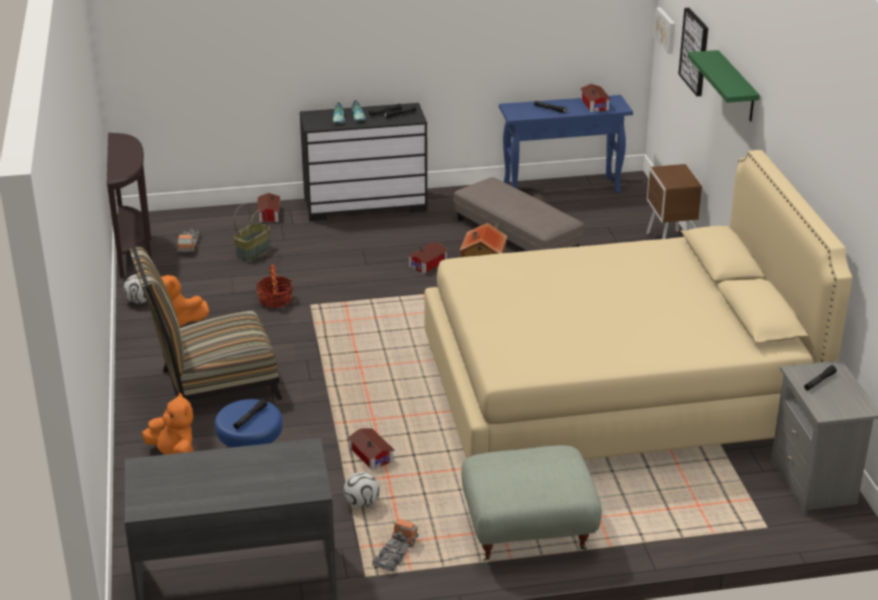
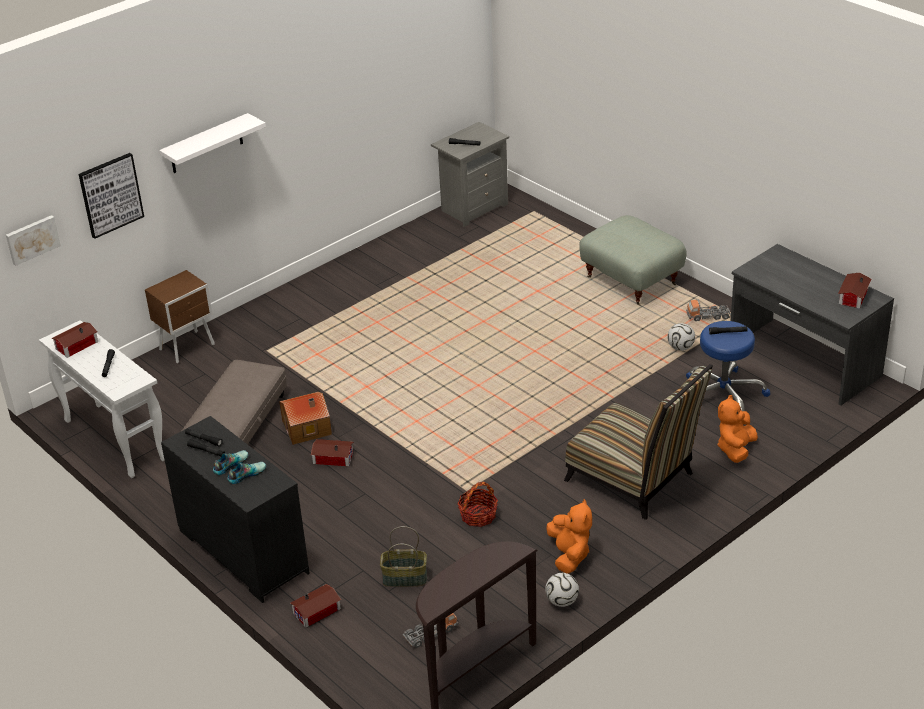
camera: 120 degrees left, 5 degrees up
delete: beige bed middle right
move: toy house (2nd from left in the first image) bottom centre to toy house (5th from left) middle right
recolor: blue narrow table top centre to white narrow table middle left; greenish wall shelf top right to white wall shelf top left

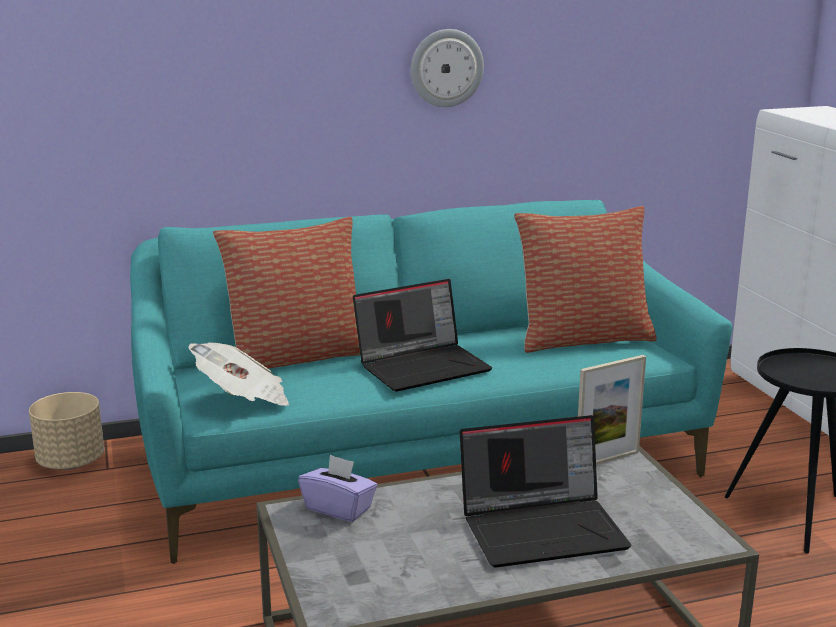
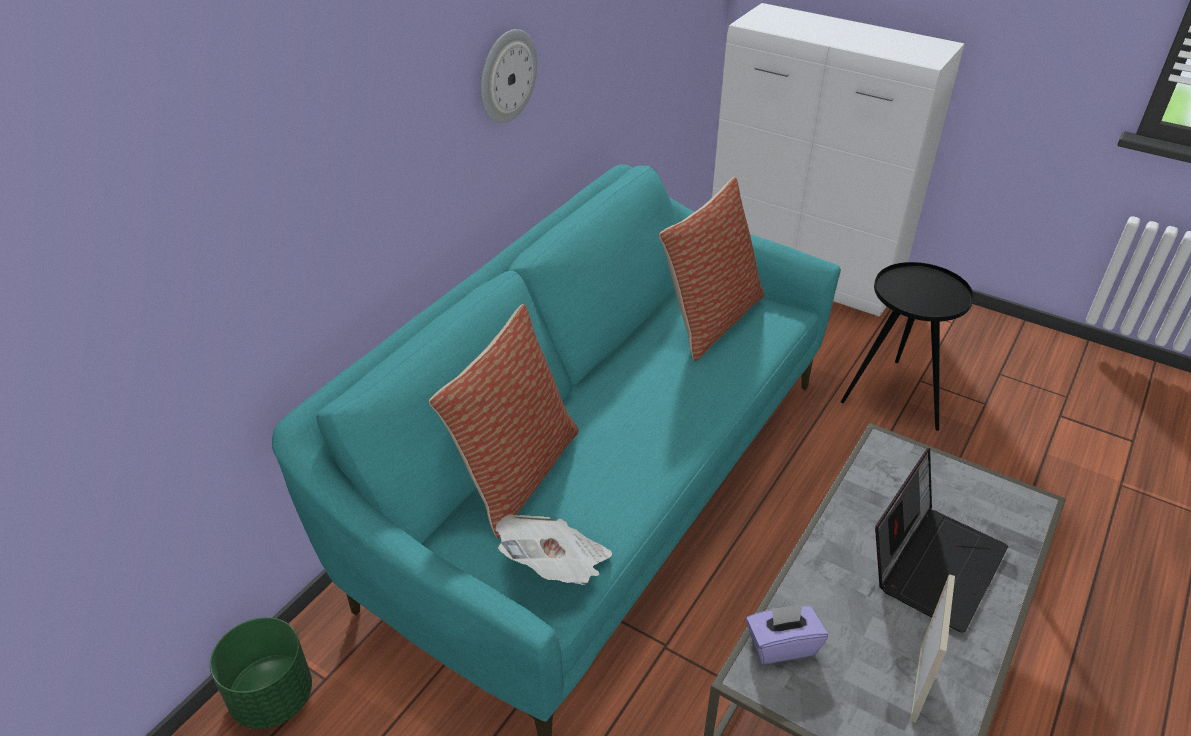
camera: 40 degrees left, 20 degrees up
delete: notebook computer (1st from left) centre
move: picture frame middle right to bottom right
recolor: beige plant pot bottom left to greenish plant pot bottom left

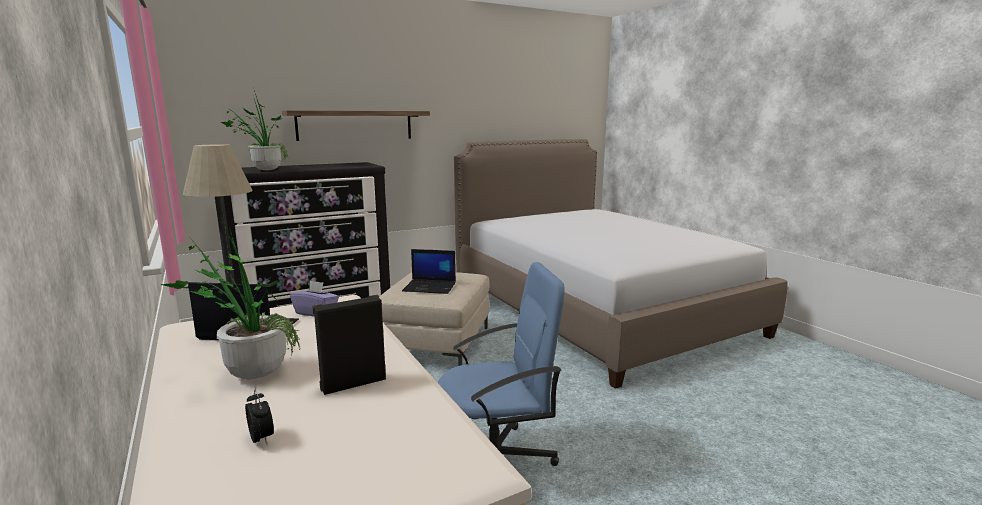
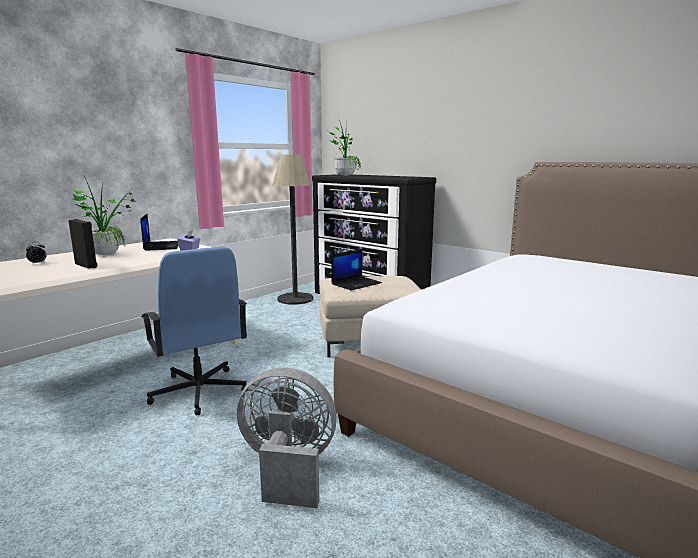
camera: 70 degrees right, 0 degrees up
delete: wall shelf top centre
insert: grey cooling fan bottom centre
rotate: notebook computer (2nd from left) centre = centre 120 degrees counterclockwise

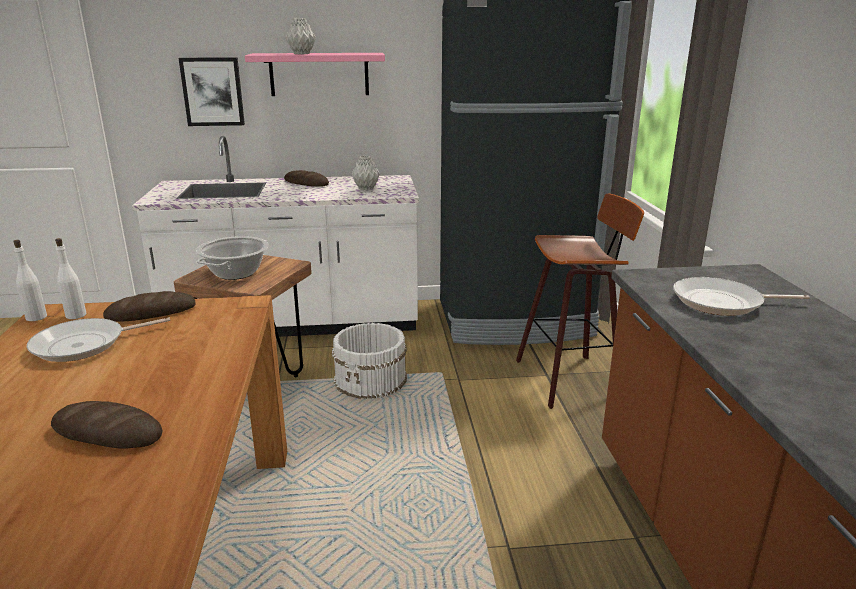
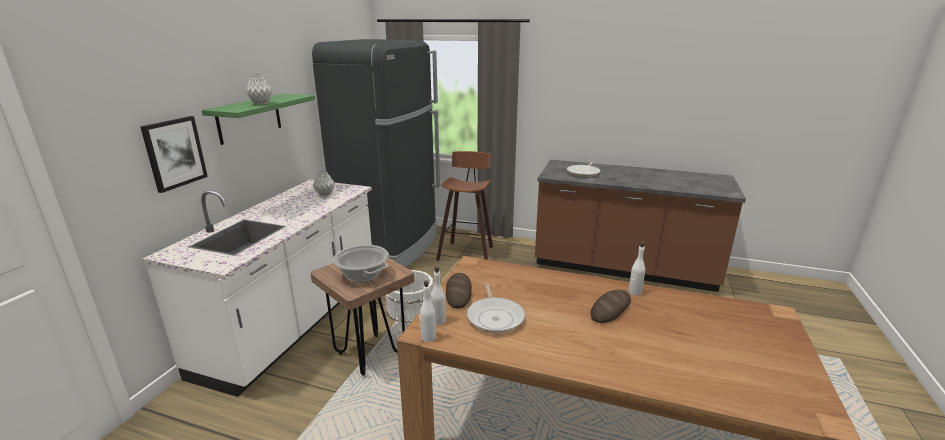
camera: 65 degrees left, 0 degrees up
delete: bread (3rd from left) top centre
insert: white drink bottle (3rd from left) middle right
recolor: pink-coloured wall shelf top centre to greenish wall shelf top left

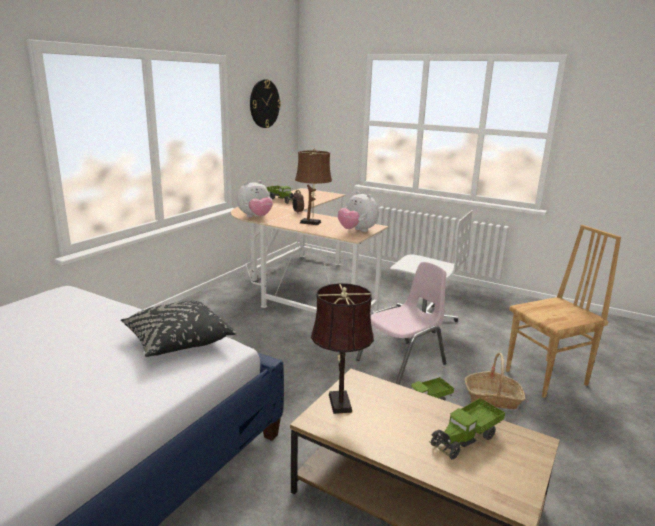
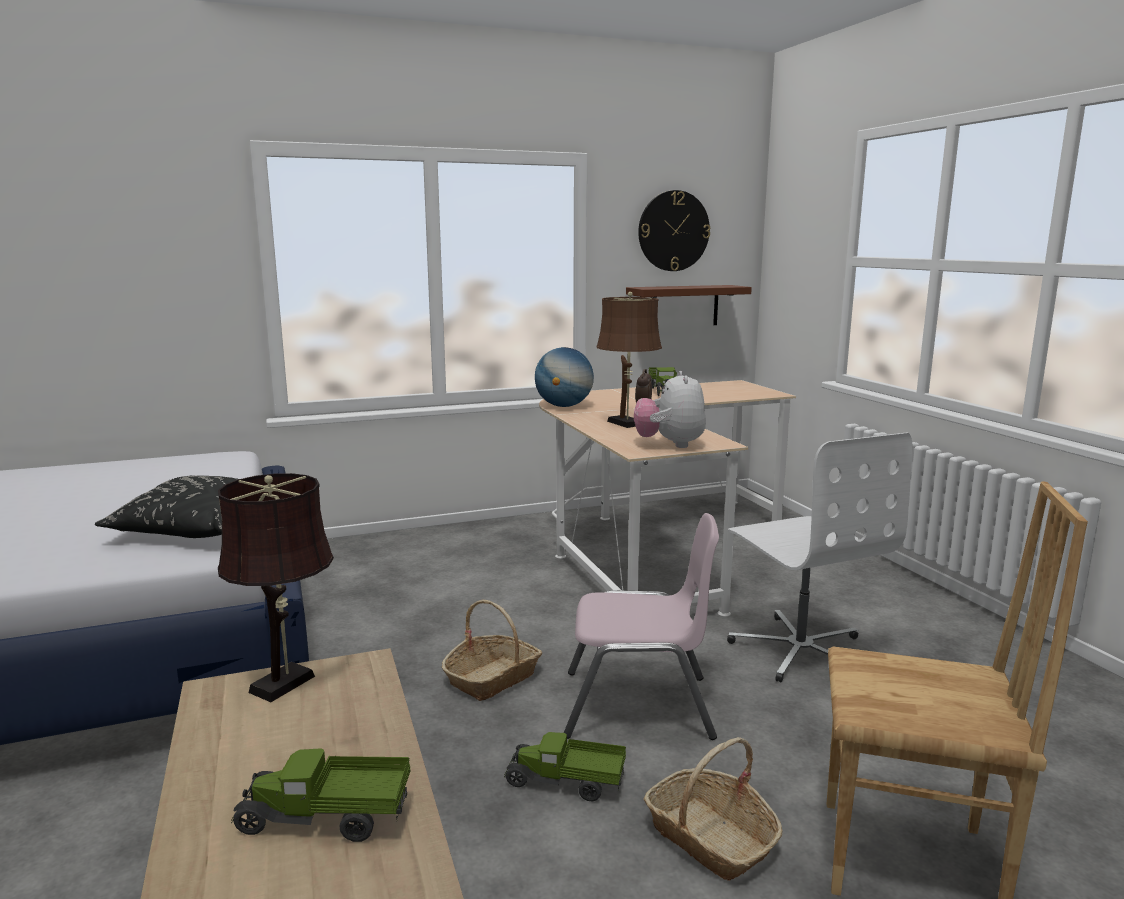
camera: 40 degrees right, 5 degrees down
insert: storage basket (1st from left) bottom centre; brown wall shelf centre
replace: plush toy (1st from left) centre to world globe centre

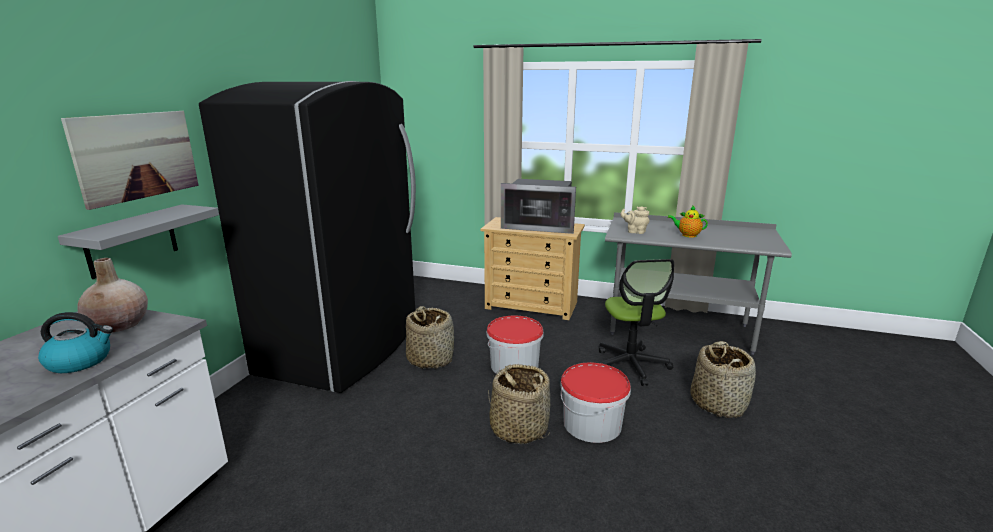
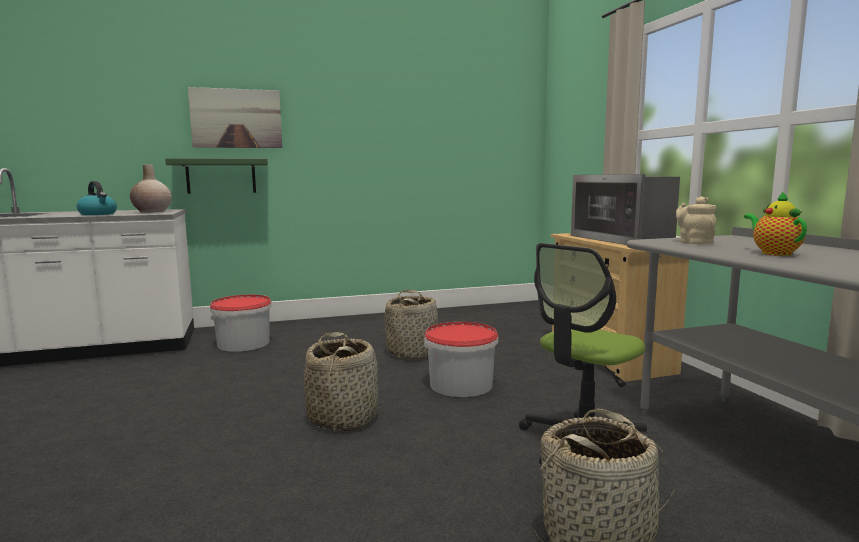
camera: 55 degrees right, 10 degrees down
delete: black refrigerator middle left
move: bucket (2nd from left in the first image) bottom centre to bucket (1st from left) middle left
recolor: grey wall shelf middle left to greenish wall shelf top left

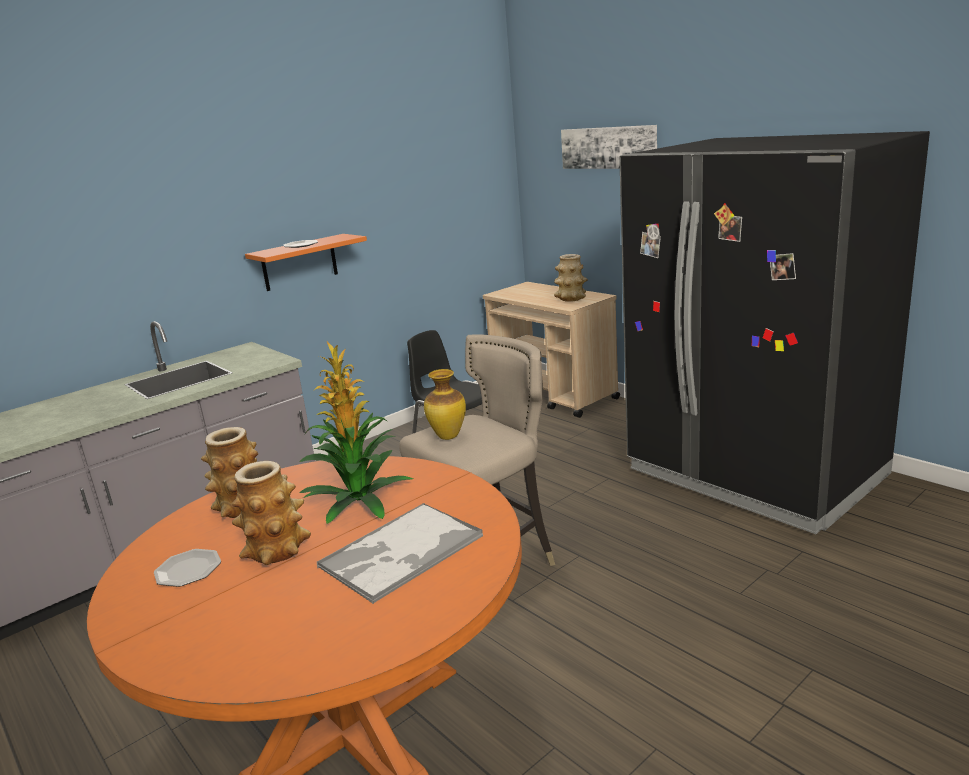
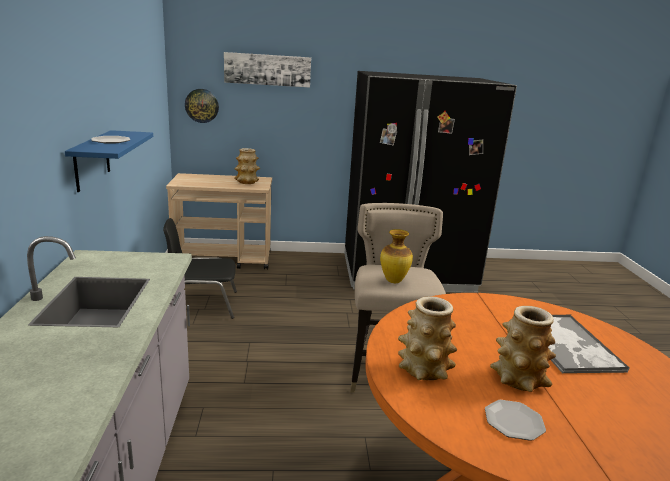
camera: 55 degrees left, 0 degrees up
delete: plant in a pot centre
insert: wall clock top left
recolor: orange wall shelf middle left to blue wall shelf middle left

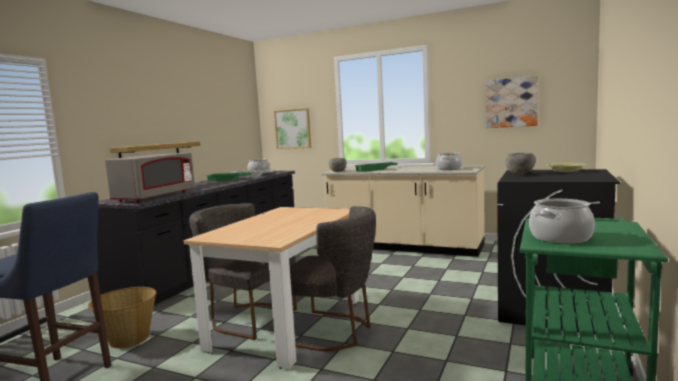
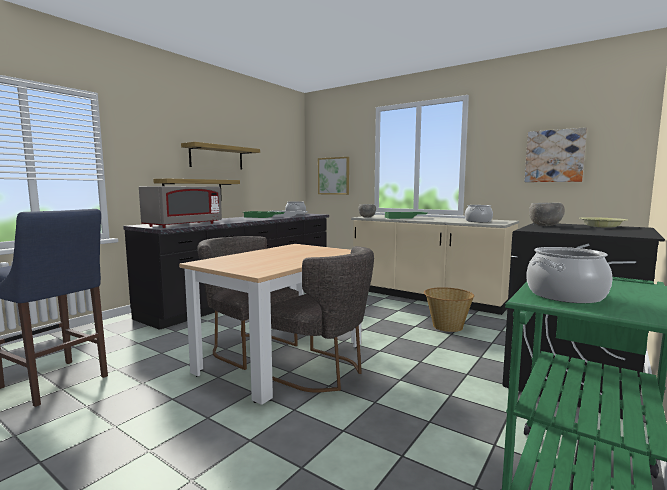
camera: 10 degrees right, 0 degrees up
insert: wall shelf (2nd from left) top left
move: storage basket bottom left to middle right

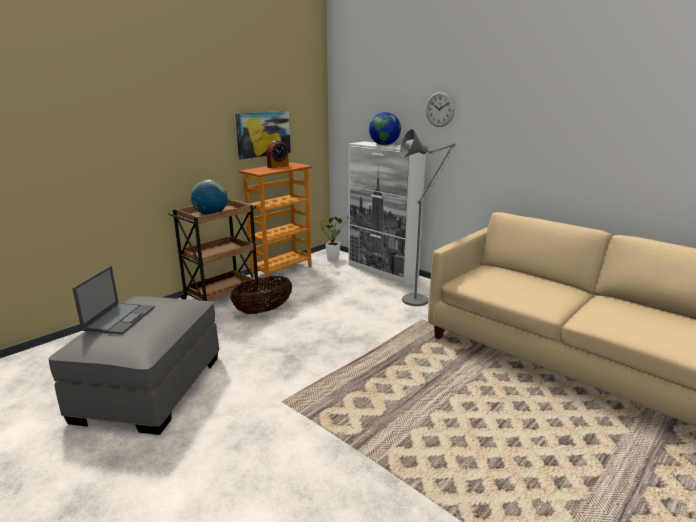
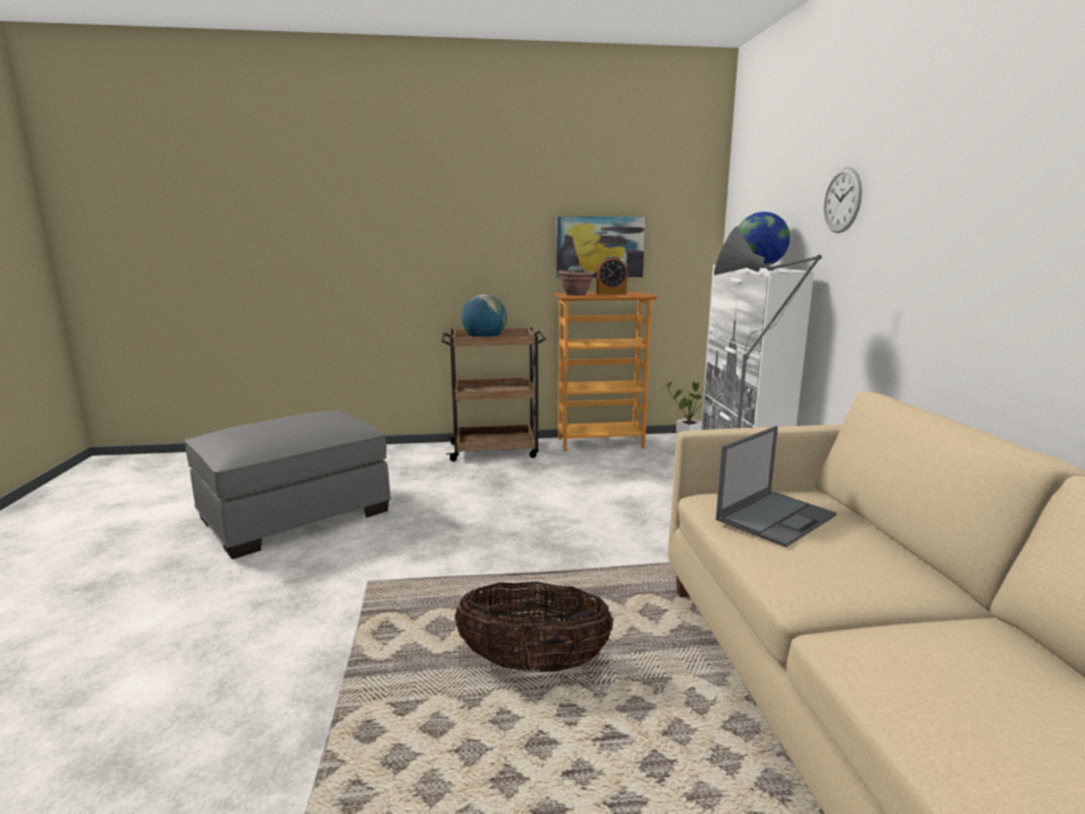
camera: 40 degrees right, 5 degrees down
insert: plant in a pot (1st from left) centre
move: notebook computer middle left to middle right; storage basket centre to bottom centre

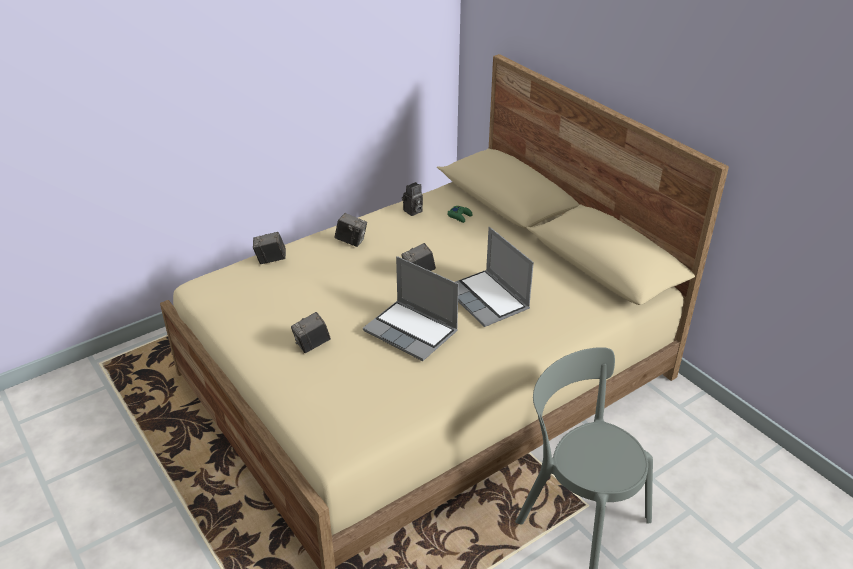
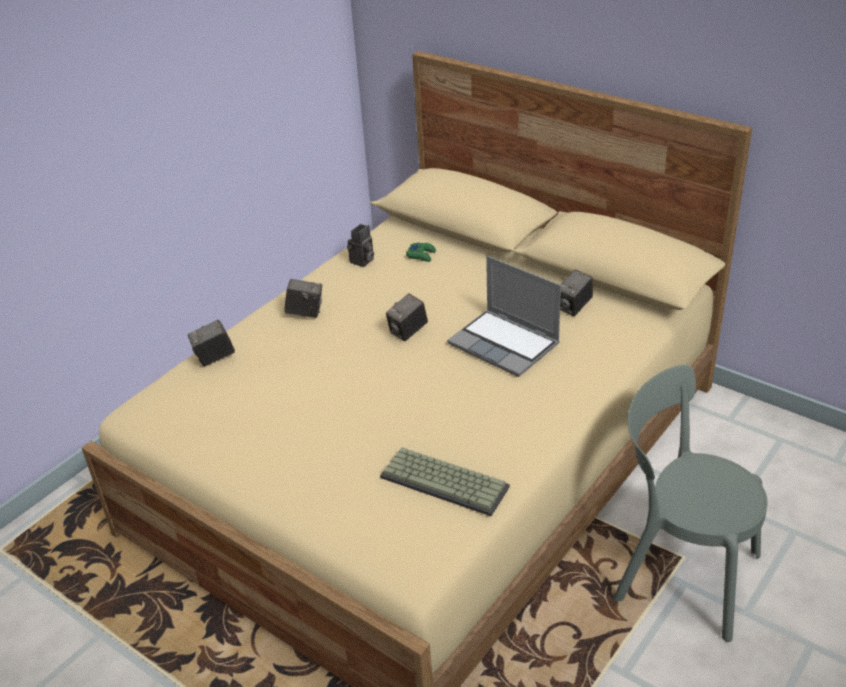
camera: 15 degrees left, 0 degrees up
delete: notebook computer (1st from left) centre
insert: PC keyboard bottom centre
move: photo camera (2nd from left in the first image) centre to photo camera (5th from left) middle right

